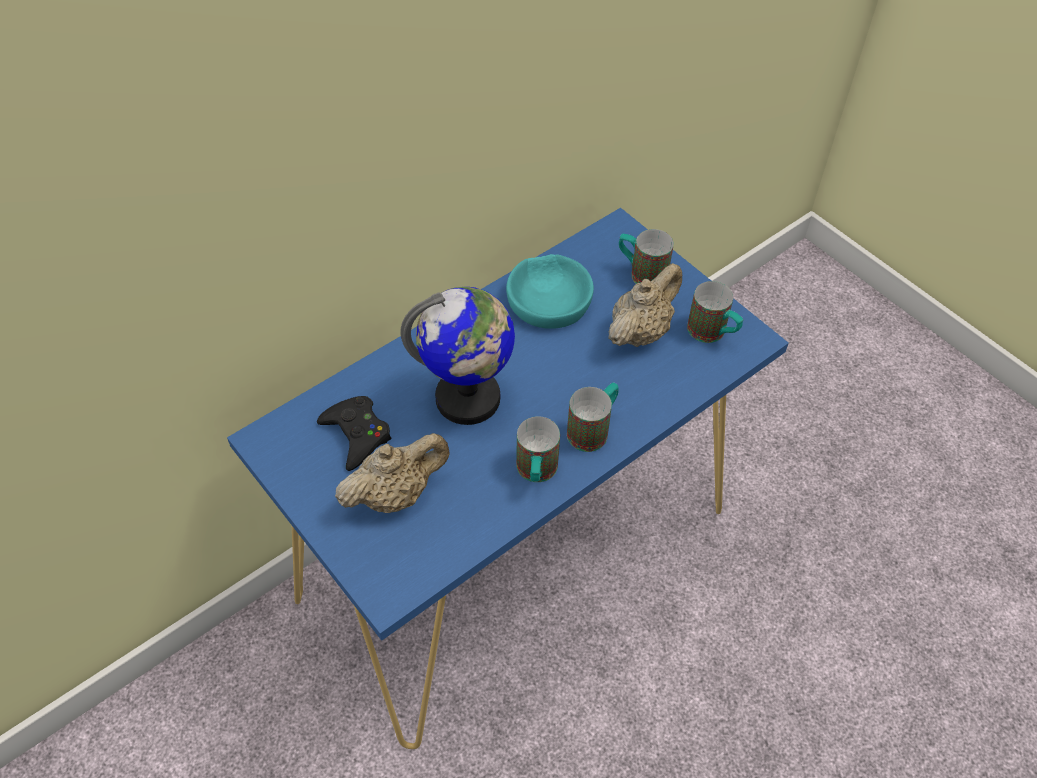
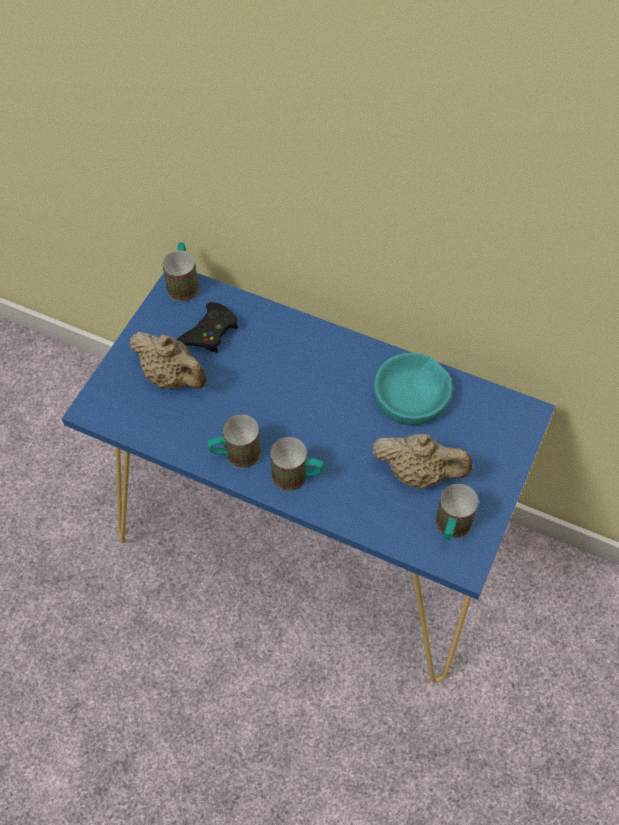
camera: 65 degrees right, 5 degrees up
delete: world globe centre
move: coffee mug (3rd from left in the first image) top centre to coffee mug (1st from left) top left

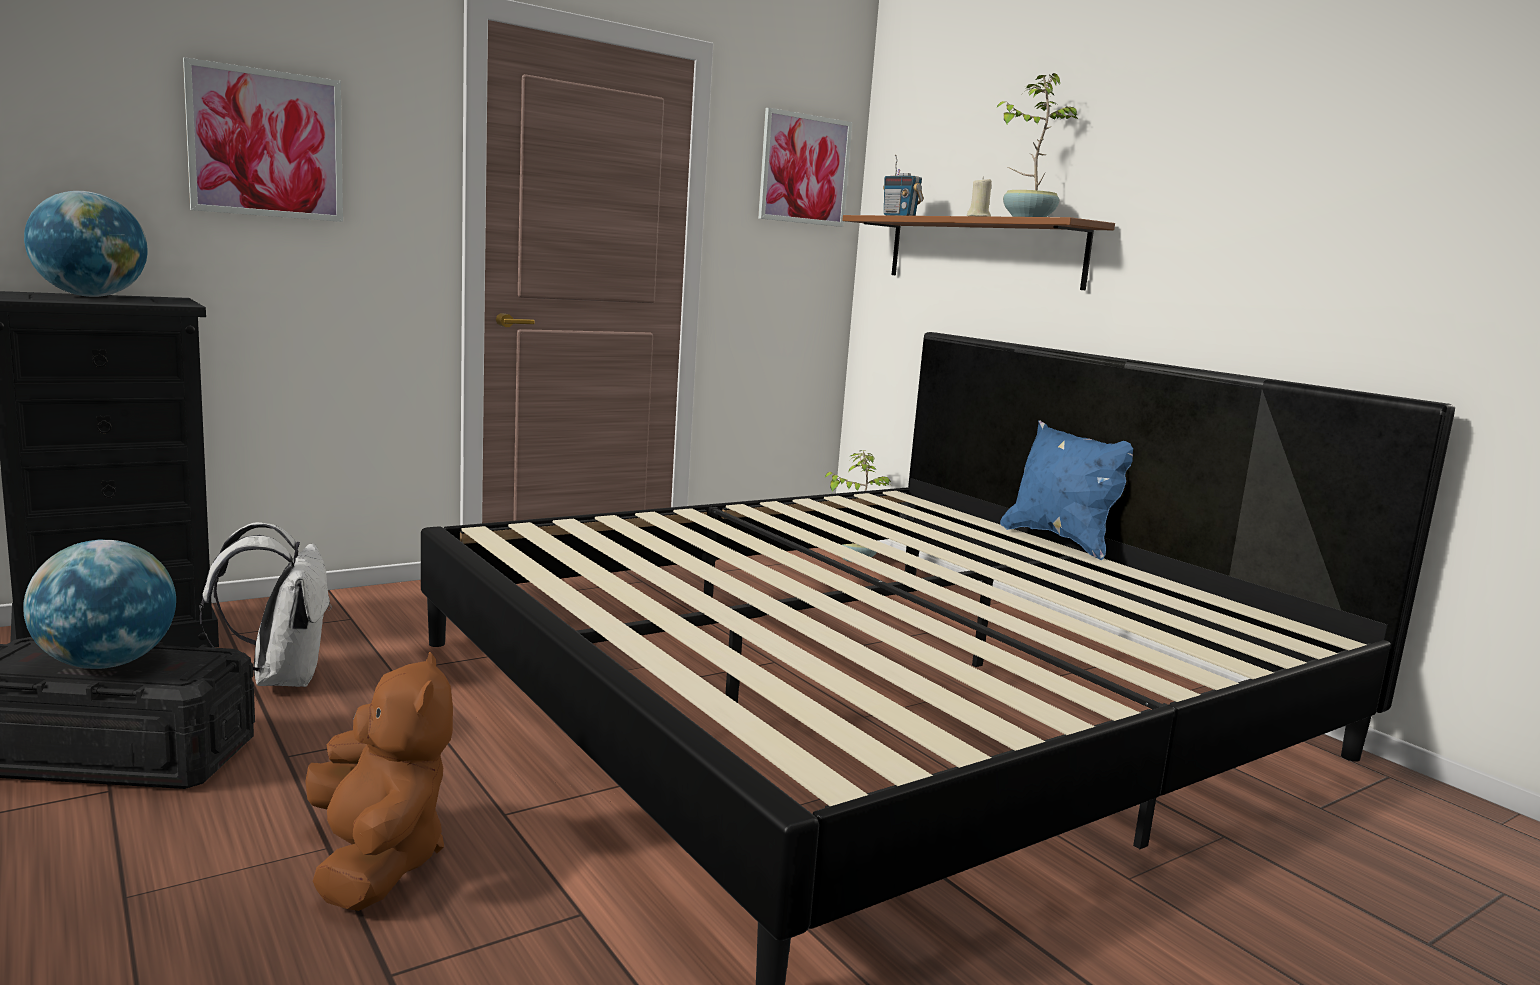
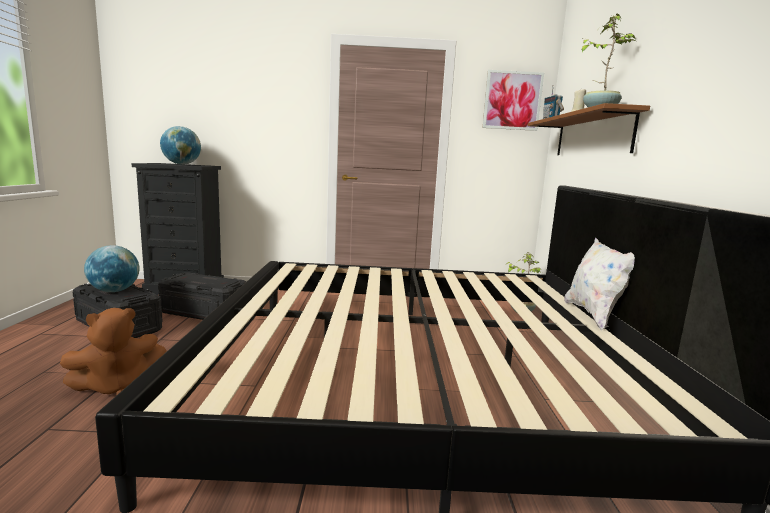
camera: 35 degrees right, 0 degrees up
delete: wall art (1st from left) top left
replace: white backpack middle left to black storage container (2nd from left) middle left
recolor: blue pillow middle right to white pillow middle right
rotate: brown plush toy bottom left = bottom left 45 degrees clockwise

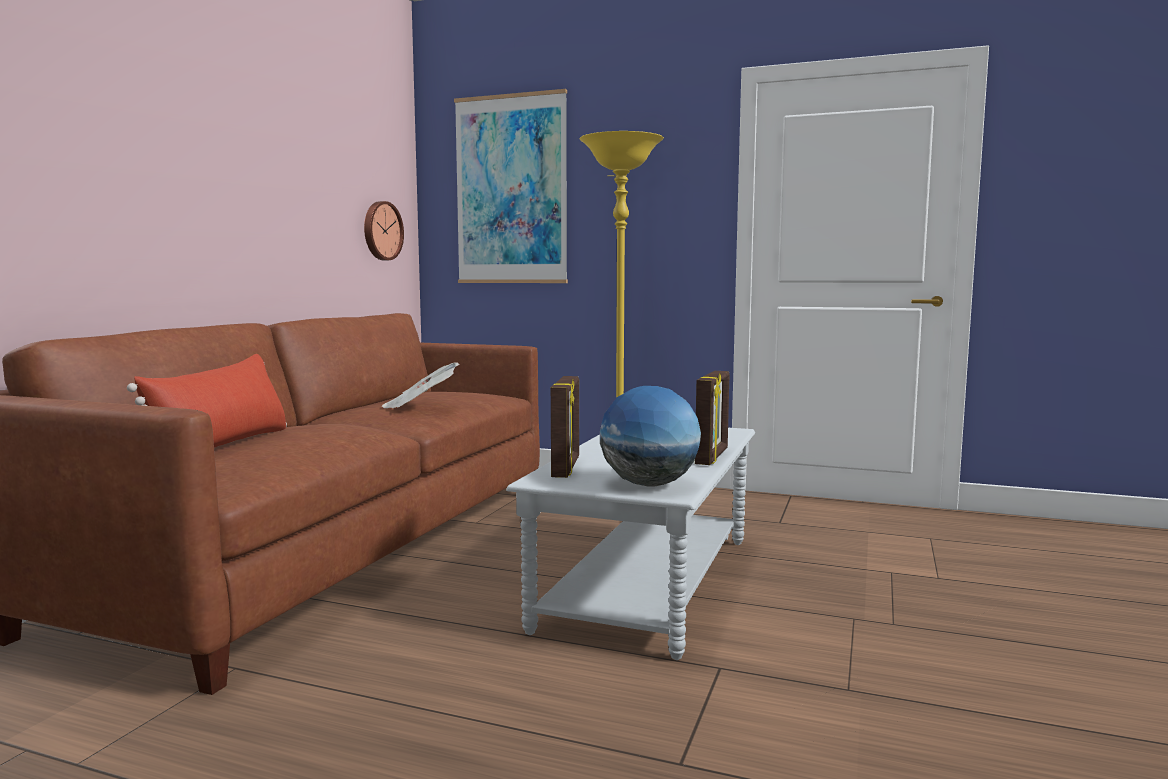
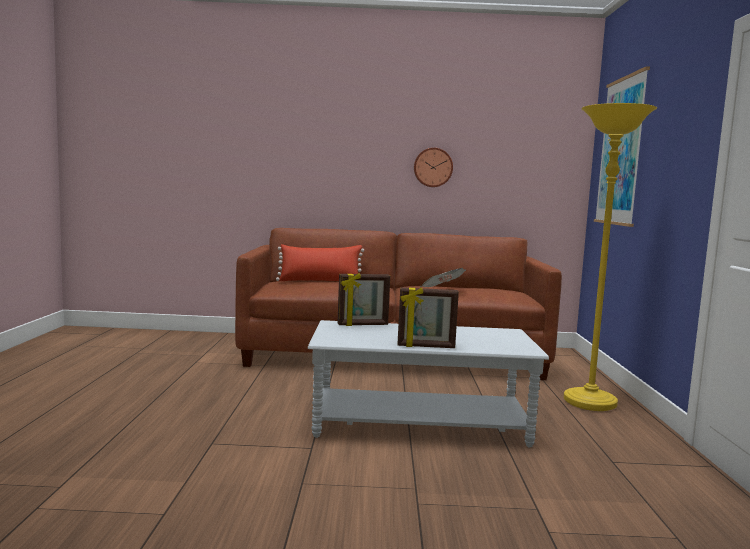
camera: 70 degrees right, 0 degrees up
delete: world globe centre
move: wall clock top left to top centre

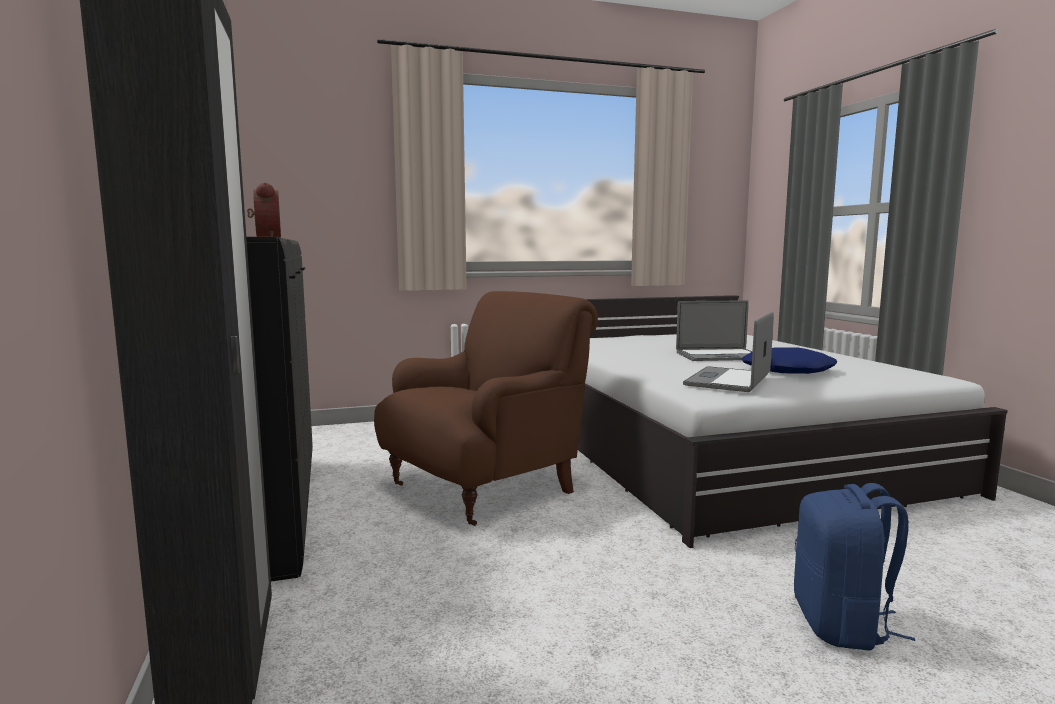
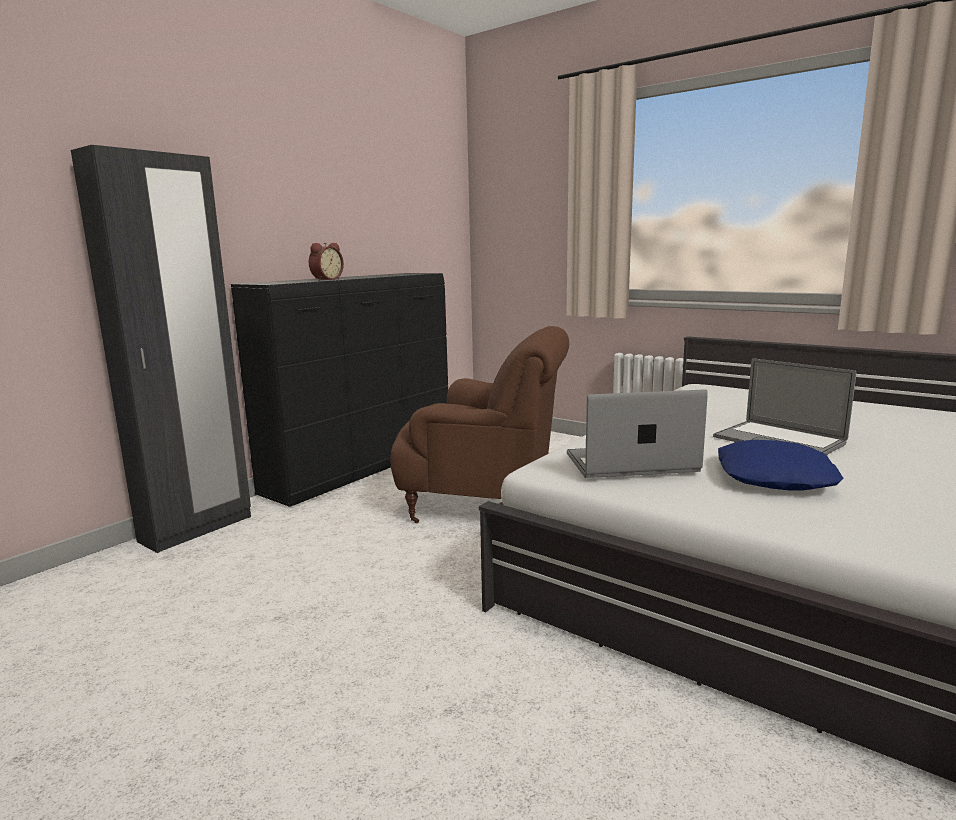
camera: 55 degrees right, 5 degrees up
delete: blue backpack bottom right

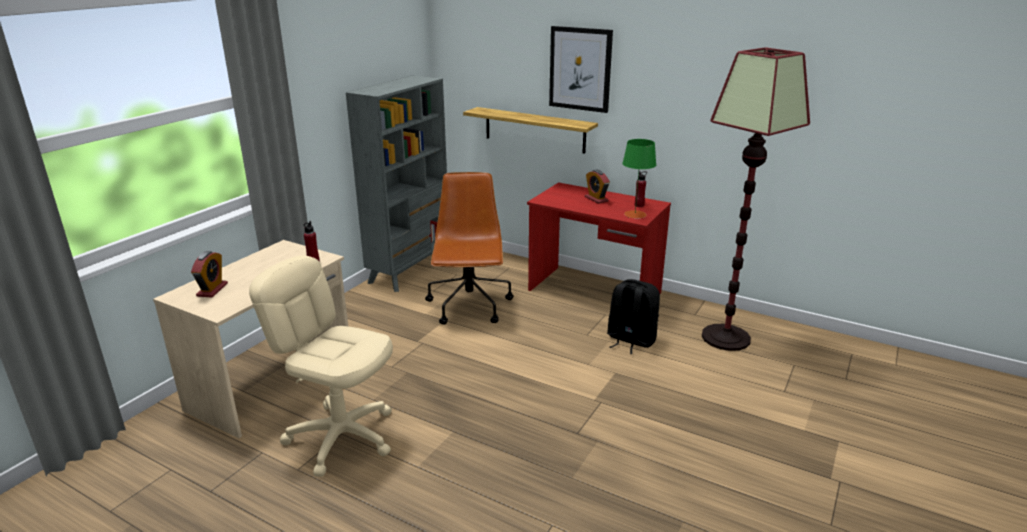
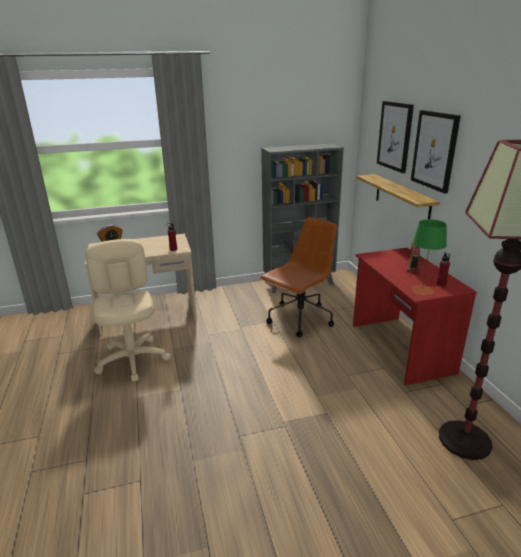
camera: 45 degrees right, 0 degrees up
delete: black backpack centre
insert: wall art (1st from left) top right

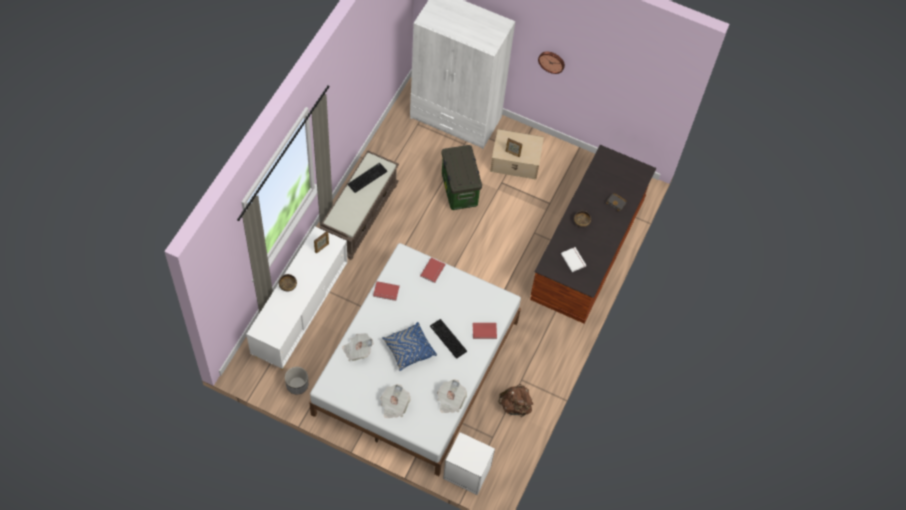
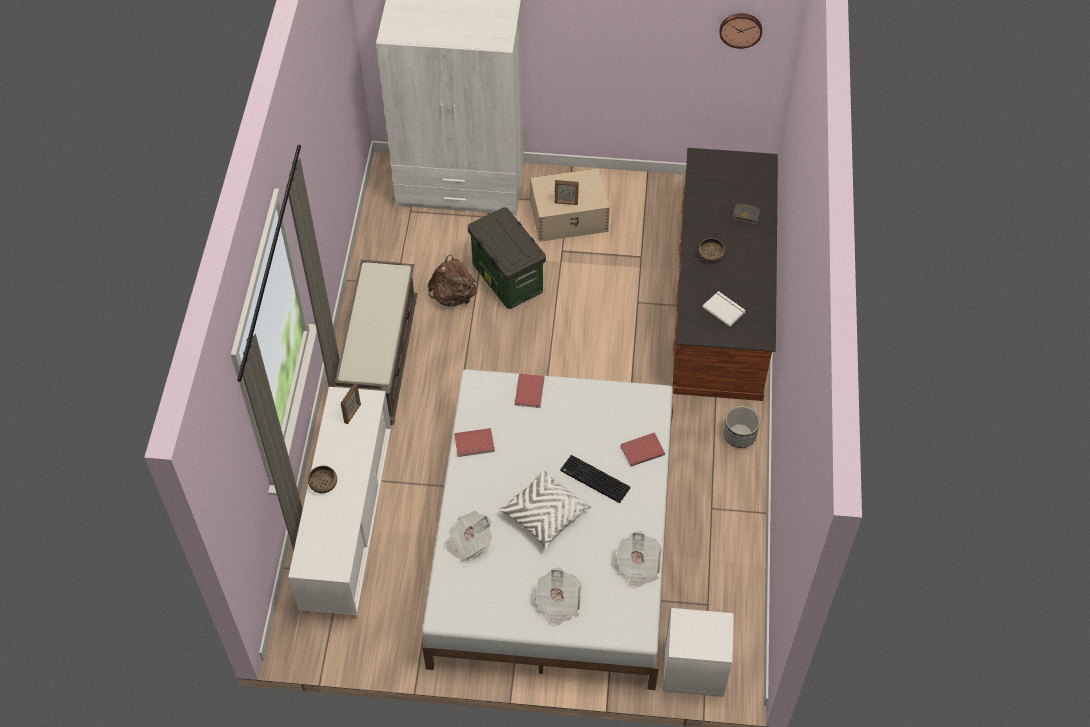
camera: 15 degrees left, 5 degrees down
delete: PC keyboard (1st from left) centre
move: plant pot bottom left to middle right; brown backpack bottom centre to centre; wall clock top centre to top right
recolor: blue pillow bottom centre to white pillow bottom centre

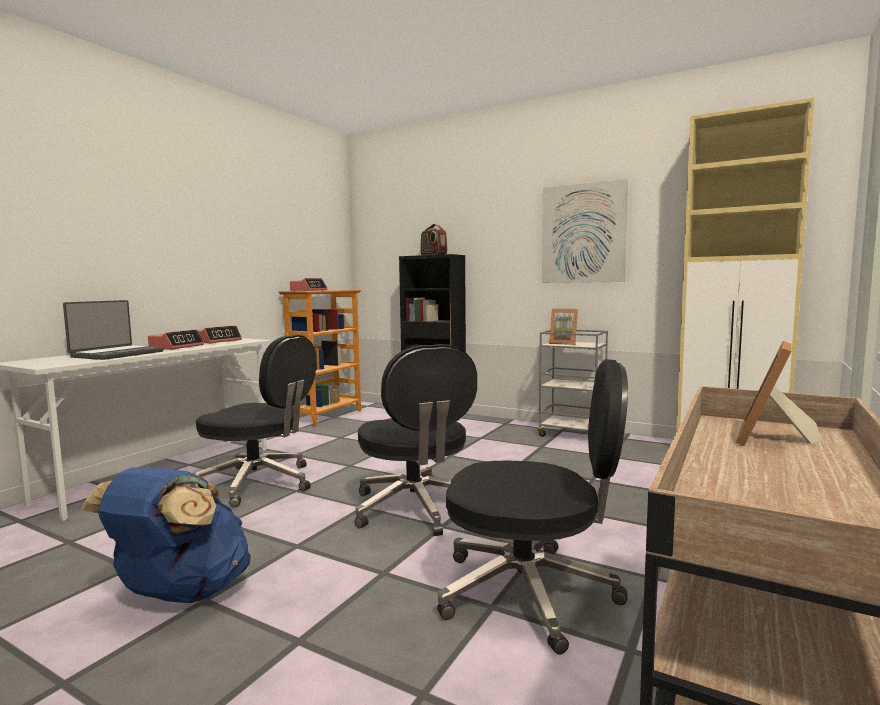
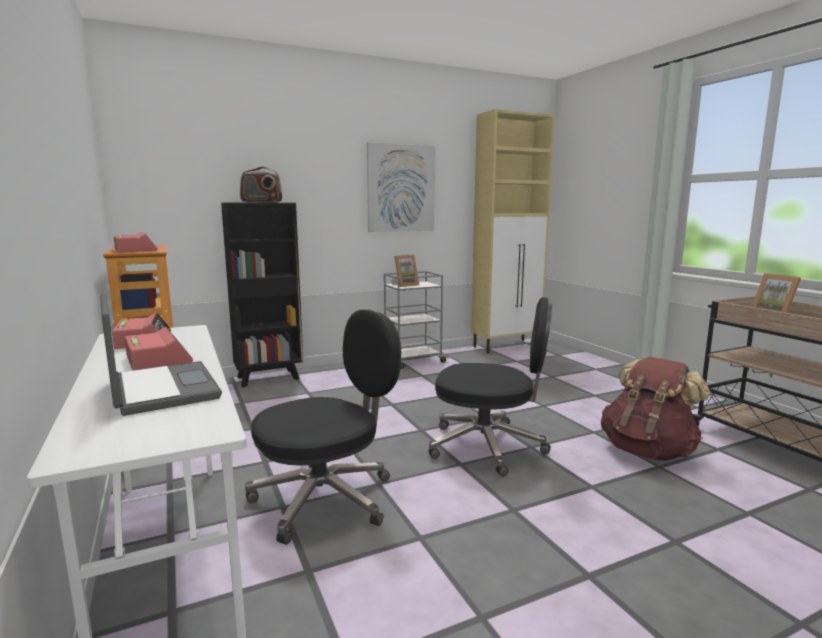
camera: 55 degrees left, 5 degrees up
delete: blue backpack bottom left
replace: black computer chair (3rd from left) bottom centre to brown backpack middle right

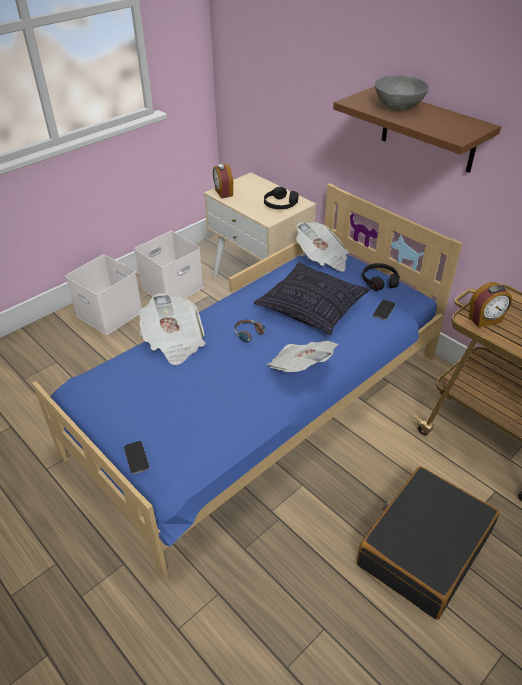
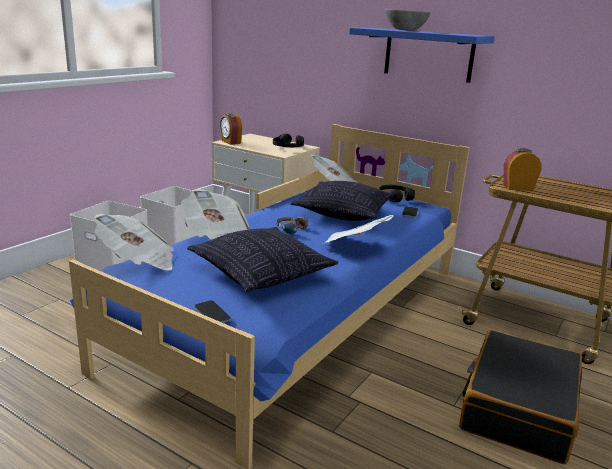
camera: 15 degrees left, 20 degrees down
insert: daily paper (1st from left) middle left; pillow (1st from left) centre
recolor: brown wall shelf top right to blue wall shelf top right
rotate: alarm clock (2nd from left) middle right = middle right 150 degrees counterclockwise

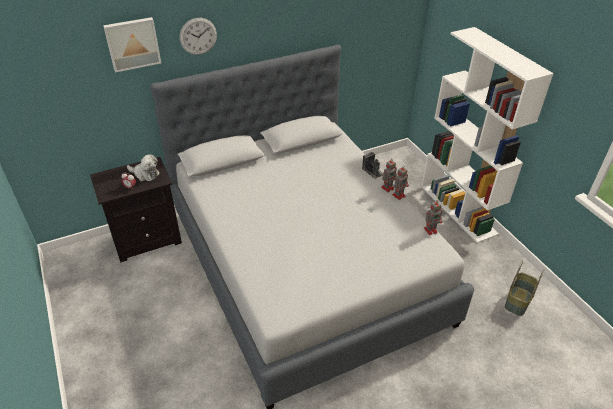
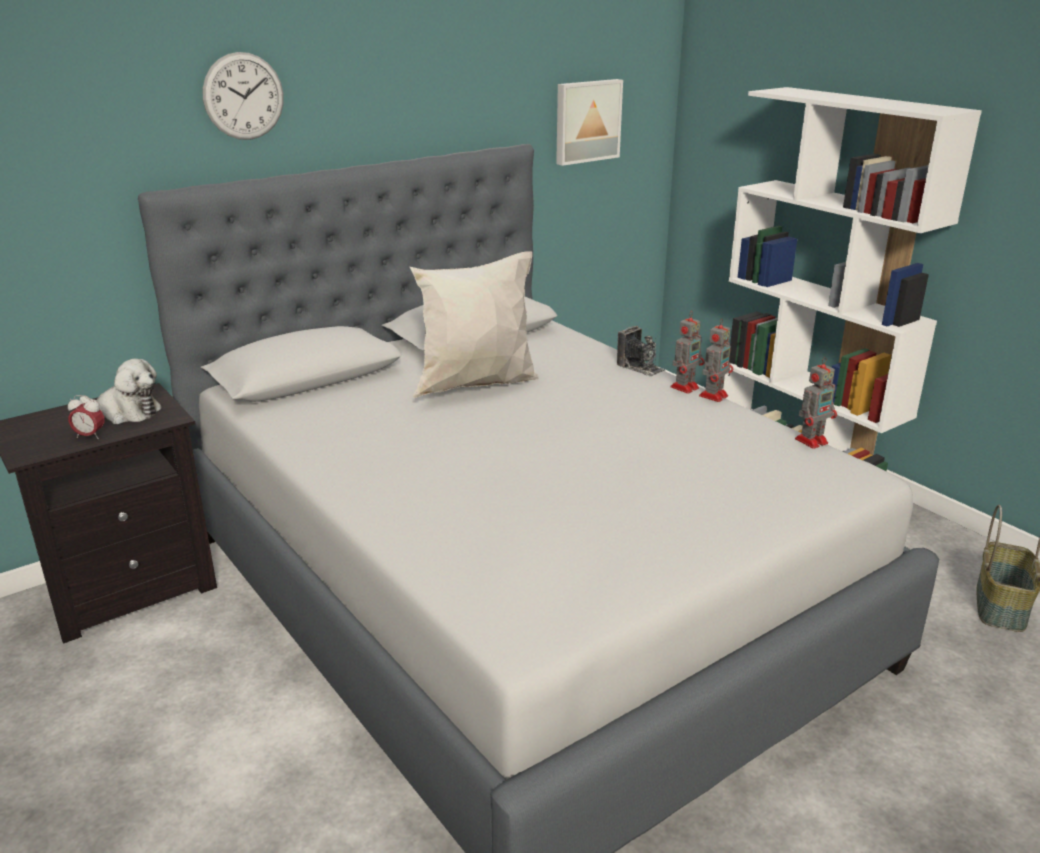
camera: 10 degrees left, 15 degrees down
insert: white pillow centre
move: wall art top left to top centre

